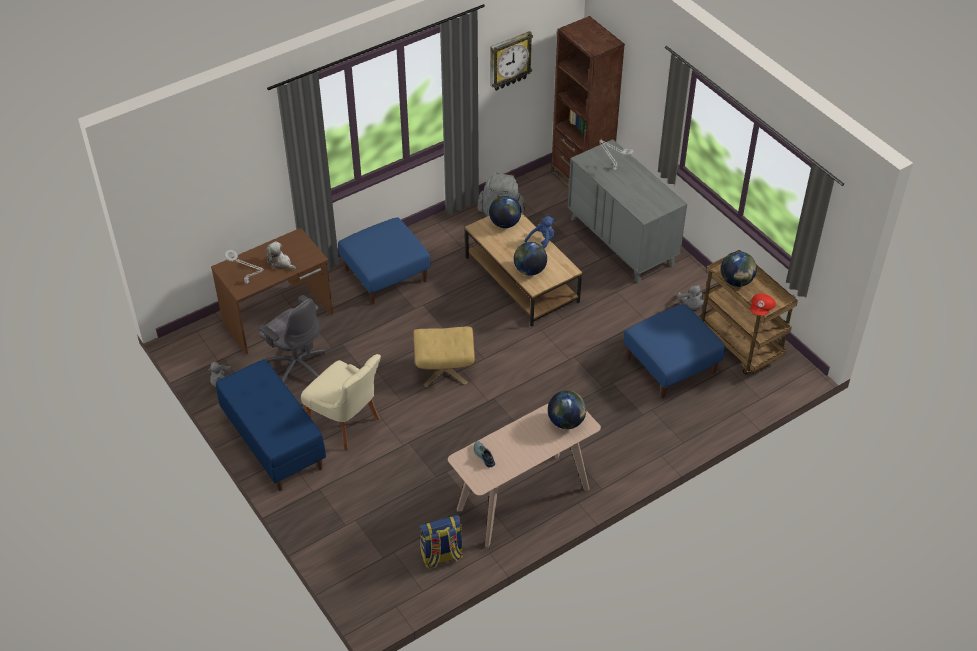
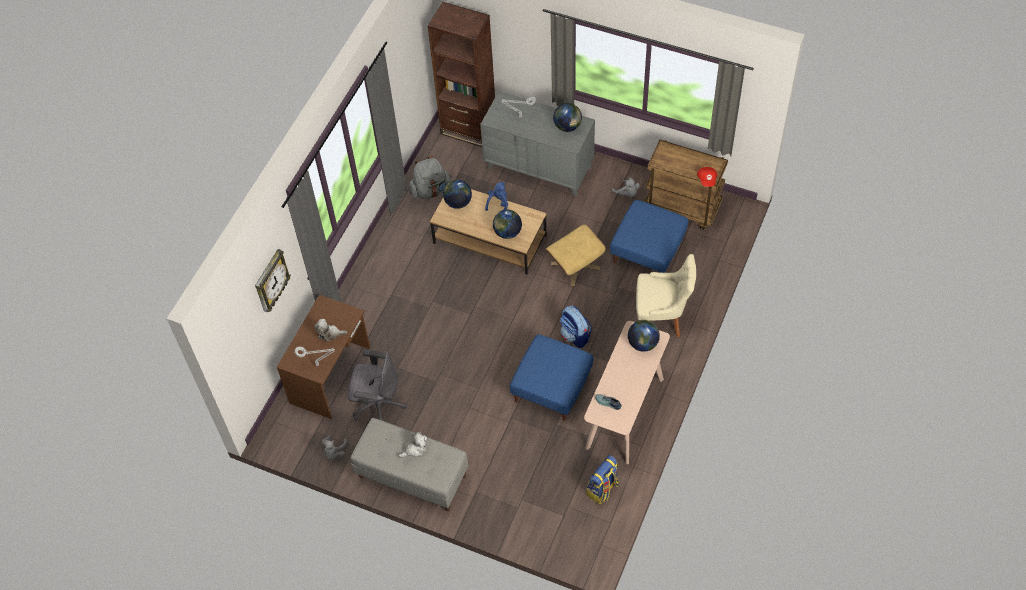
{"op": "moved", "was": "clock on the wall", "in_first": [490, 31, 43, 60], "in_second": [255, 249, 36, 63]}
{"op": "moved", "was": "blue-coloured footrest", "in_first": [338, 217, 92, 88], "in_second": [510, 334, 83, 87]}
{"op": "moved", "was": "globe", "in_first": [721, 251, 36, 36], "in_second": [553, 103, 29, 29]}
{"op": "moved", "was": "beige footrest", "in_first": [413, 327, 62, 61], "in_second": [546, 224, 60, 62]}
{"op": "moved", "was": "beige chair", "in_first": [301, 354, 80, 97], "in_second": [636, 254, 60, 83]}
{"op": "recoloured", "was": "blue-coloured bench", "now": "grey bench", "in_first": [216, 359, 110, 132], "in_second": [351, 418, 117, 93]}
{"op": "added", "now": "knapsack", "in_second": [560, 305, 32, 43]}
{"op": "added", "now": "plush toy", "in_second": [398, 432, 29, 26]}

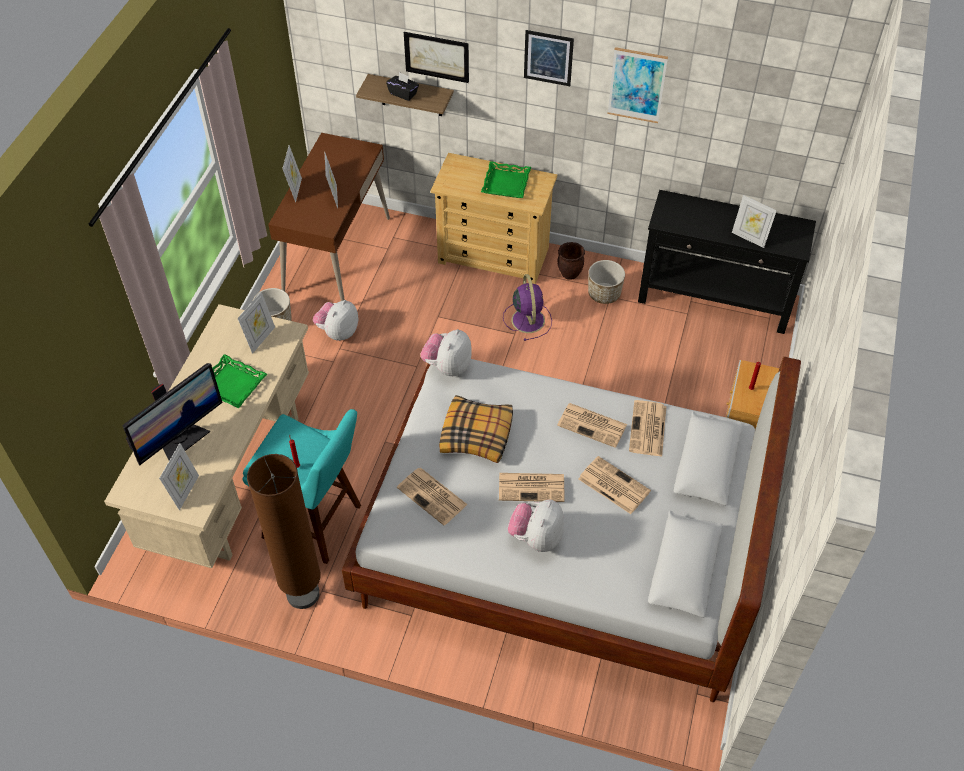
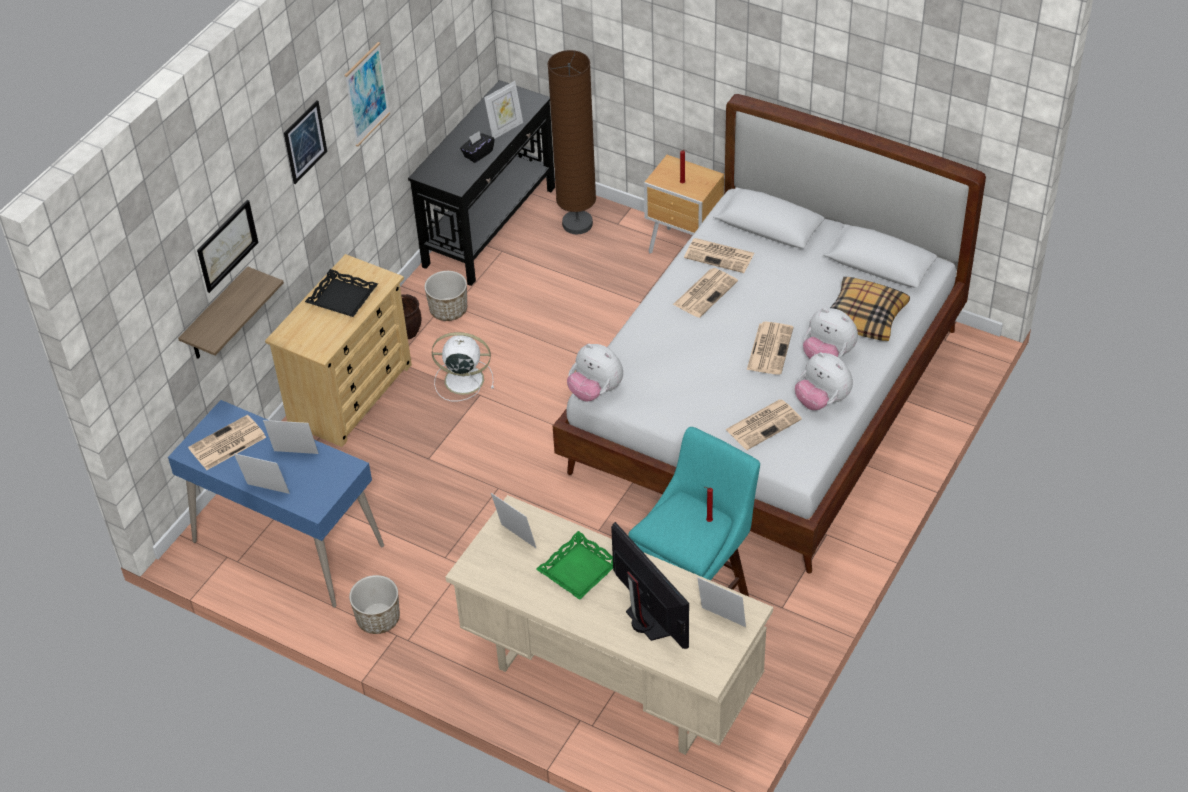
{"op": "moved", "was": "black box of tissues", "in_first": [386, 72, 33, 29], "in_second": [460, 131, 35, 32]}
{"op": "recoloured", "was": "brown-coloured desk", "now": "blue-coloured desk", "in_first": [268, 133, 122, 168], "in_second": [168, 400, 216, 208]}
{"op": "recoloured", "was": "greenish tray", "now": "black tray", "in_first": [481, 161, 50, 37], "in_second": [305, 269, 73, 48]}
{"op": "recoloured", "was": "purple cooling fan", "now": "white cooling fan", "in_first": [503, 274, 49, 67], "in_second": [432, 332, 62, 69]}
{"op": "moved", "was": "plush toy", "in_first": [313, 300, 46, 41], "in_second": [795, 352, 58, 58]}
{"op": "moved", "was": "pillow", "in_first": [439, 395, 74, 68], "in_second": [830, 277, 80, 64]}
{"op": "moved", "was": "brown-coloured standing lamp", "in_first": [247, 454, 74, 155], "in_second": [548, 50, 48, 184]}
{"op": "moved", "was": "daily paper", "in_first": [578, 456, 73, 58], "in_second": [188, 415, 78, 55]}

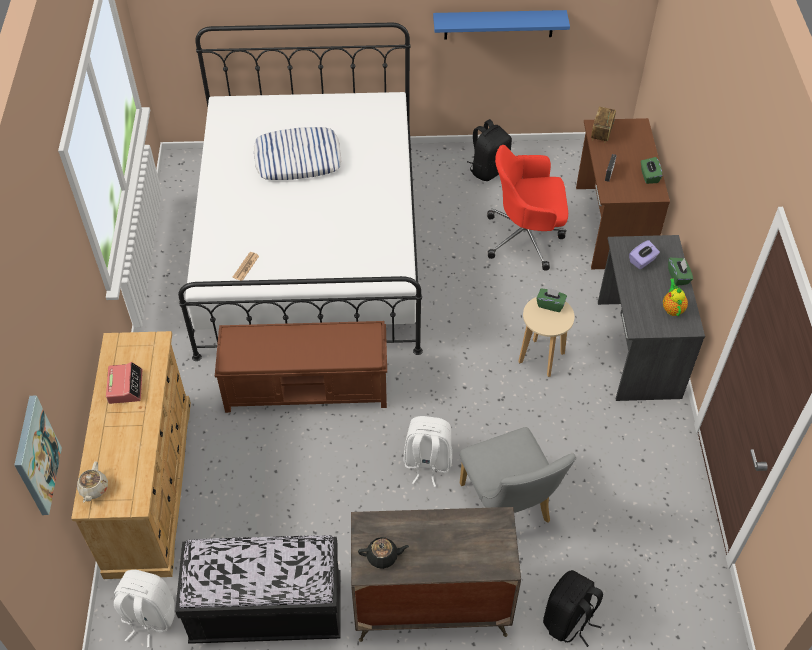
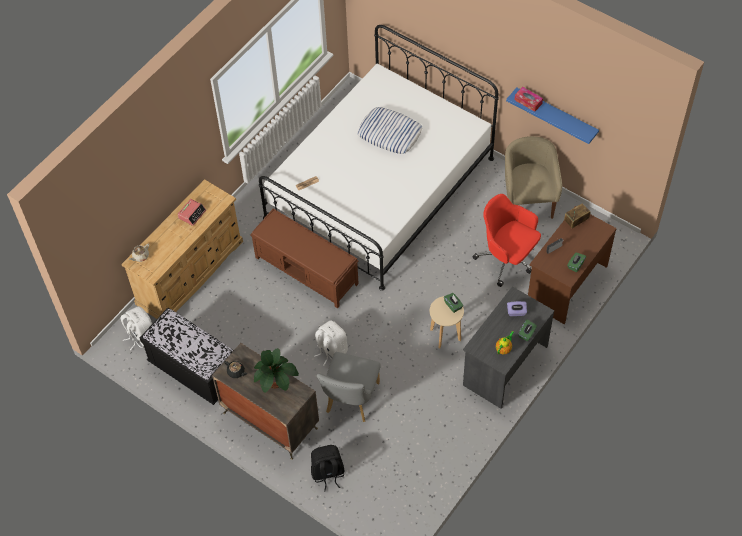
{"op": "replaced", "was": "black knapsack", "now": "beige easy chair", "in_first": [467, 119, 45, 62], "in_second": [505, 136, 57, 83]}
{"op": "removed", "was": "wall picture", "in_first": [14, 396, 48, 119]}
{"op": "added", "now": "box of tissues", "in_second": [515, 87, 28, 25]}
{"op": "added", "now": "houseplant", "in_second": [254, 348, 45, 45]}

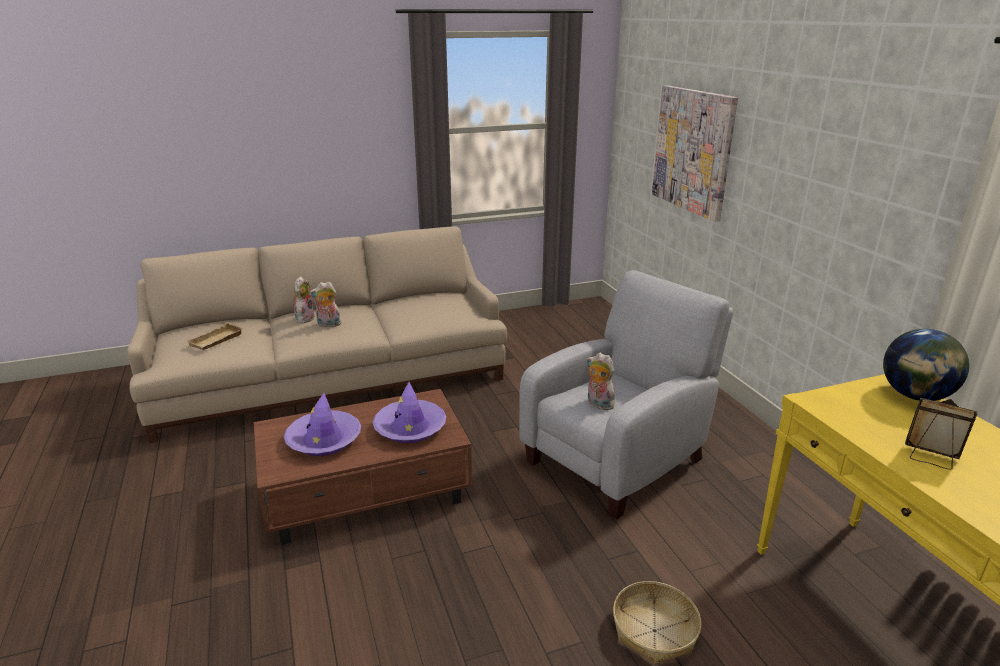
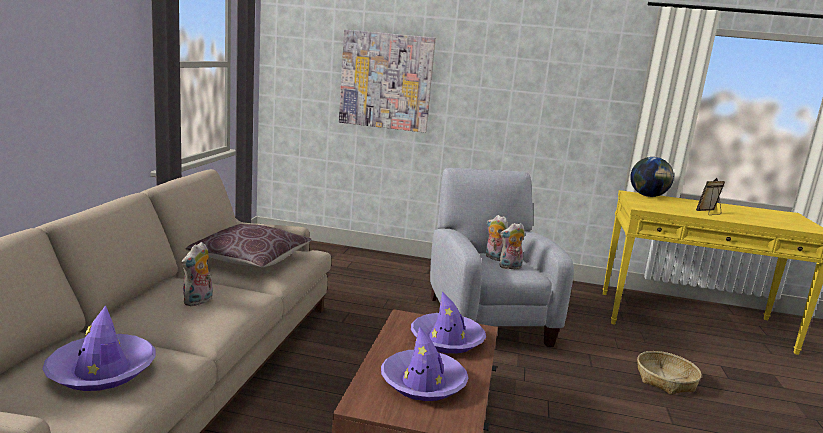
{"op": "moved", "was": "plush toy", "in_first": [292, 276, 23, 47], "in_second": [486, 215, 22, 46]}
{"op": "replaced", "was": "beige tray", "now": "purple clothing hat", "in_first": [186, 322, 58, 28], "in_second": [42, 305, 114, 86]}
{"op": "added", "now": "brown-coloured pillow", "in_second": [186, 224, 126, 43]}

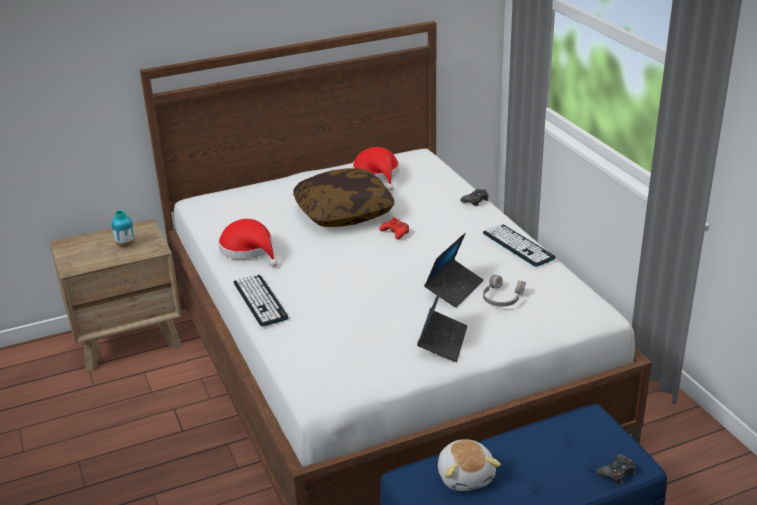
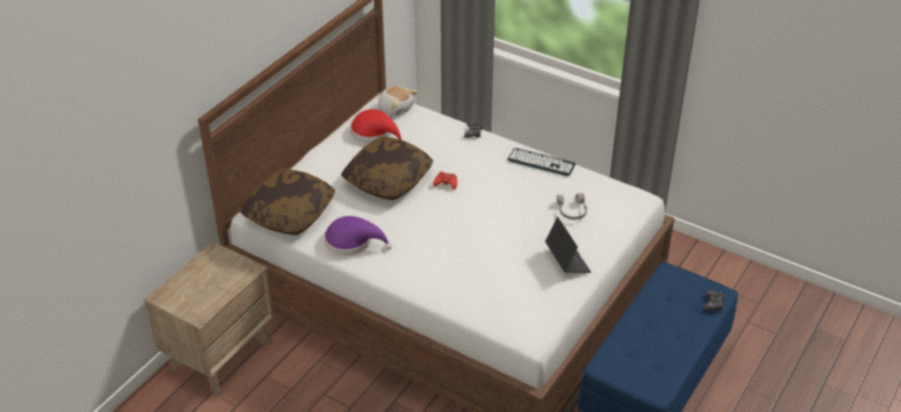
{"op": "removed", "was": "flower vase", "in_first": [112, 210, 23, 37]}
{"op": "recoloured", "was": "reddish clothing hat", "now": "purple clothing hat", "in_first": [218, 219, 60, 48], "in_second": [324, 216, 68, 39]}
{"op": "removed", "was": "portable computer", "in_first": [424, 233, 60, 75]}
{"op": "removed", "was": "computer keyboard", "in_first": [234, 274, 55, 52]}
{"op": "moved", "was": "plush toy", "in_first": [438, 439, 63, 52], "in_second": [378, 86, 40, 29]}
{"op": "added", "now": "pillow", "in_second": [240, 169, 95, 66]}

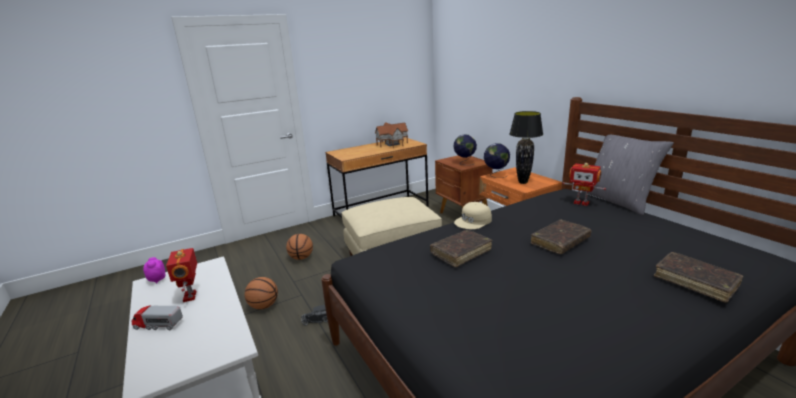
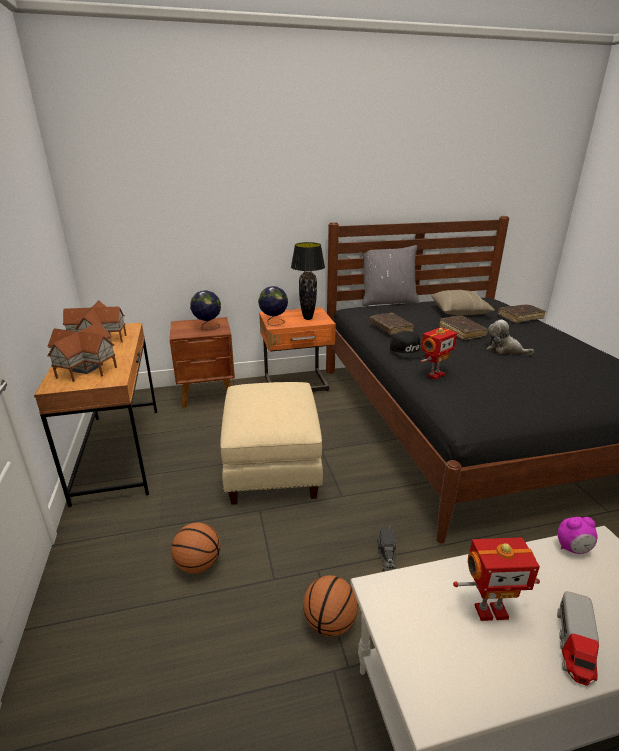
{"op": "moved", "was": "robot figure", "in_first": [563, 163, 43, 43], "in_second": [421, 327, 36, 52]}
{"op": "recoloured", "was": "beige baseball cap", "now": "black baseball cap", "in_first": [454, 202, 38, 27], "in_second": [390, 331, 36, 27]}
{"op": "moved", "was": "brown-coloured book", "in_first": [430, 230, 62, 37], "in_second": [370, 313, 44, 22]}
{"op": "moved", "was": "table clock", "in_first": [143, 257, 22, 26], "in_second": [558, 517, 40, 37]}
{"op": "added", "now": "beige pillow", "in_second": [431, 290, 64, 25]}
{"op": "added", "now": "plush toy", "in_second": [487, 320, 47, 35]}
{"op": "added", "now": "model house", "in_second": [47, 322, 70, 60]}

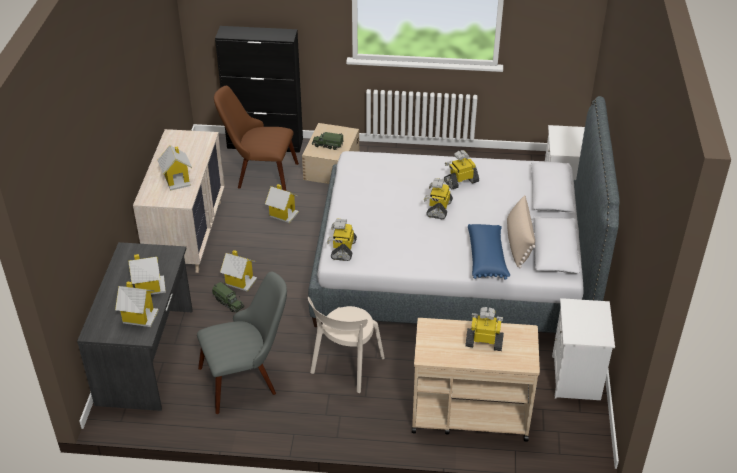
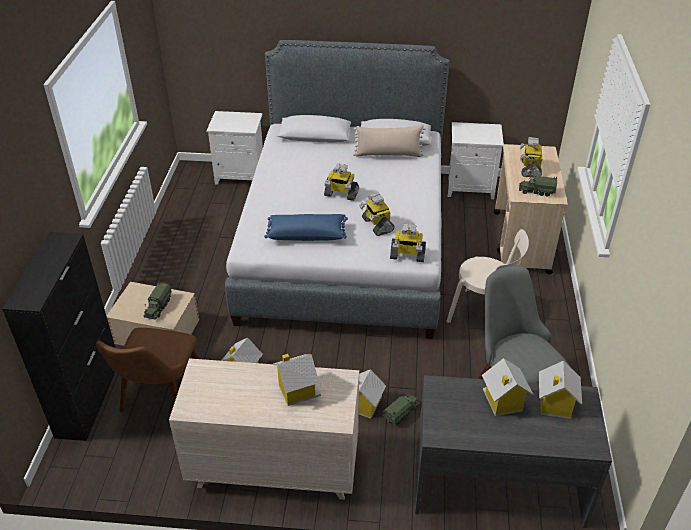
{"op": "moved", "was": "robot figure", "in_first": [444, 150, 35, 39], "in_second": [359, 193, 36, 43]}
{"op": "moved", "was": "blue-coloured pillow", "in_first": [468, 224, 42, 56], "in_second": [264, 214, 84, 27]}
{"op": "added", "now": "toy truck", "in_second": [519, 176, 38, 21]}

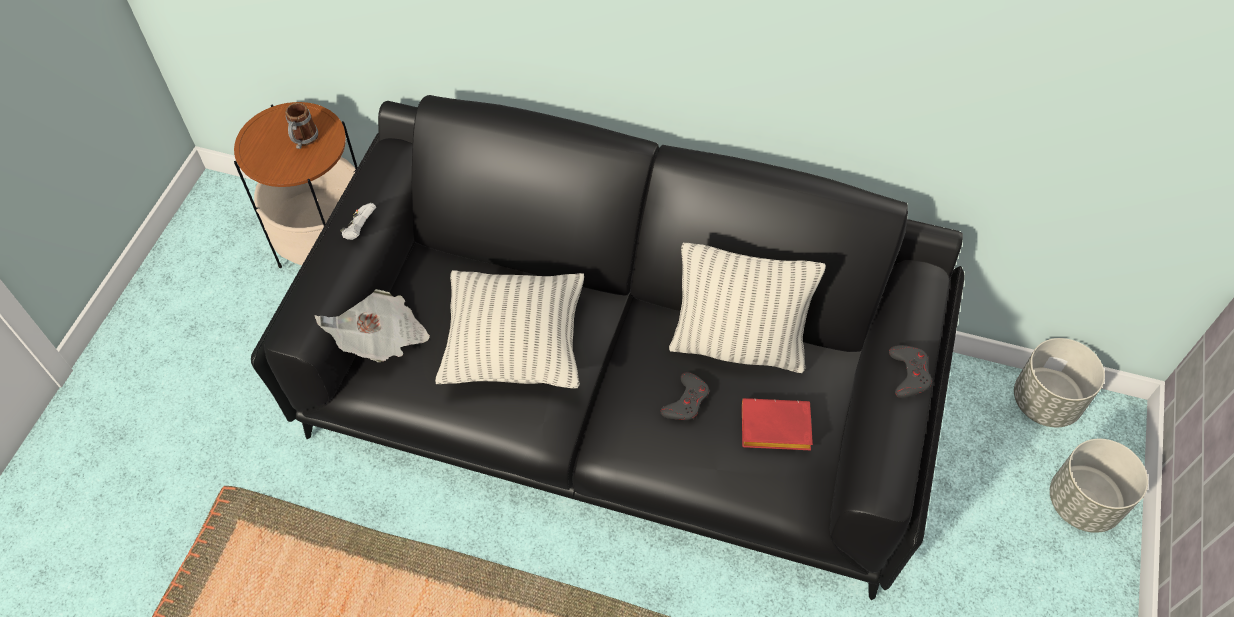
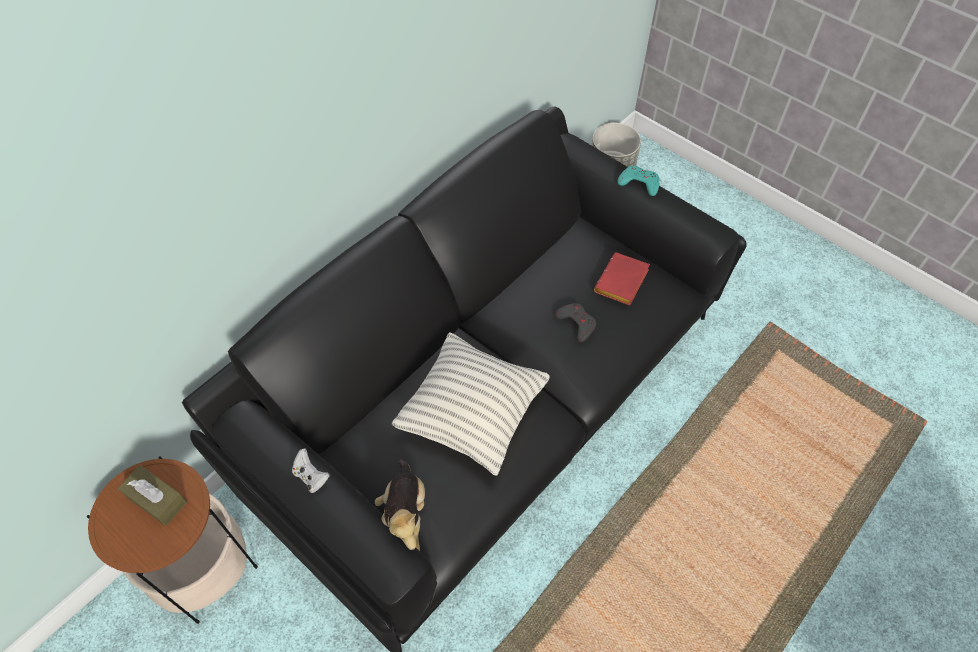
{"op": "replaced", "was": "coffee mug", "now": "brown-coloured box of tissues", "in_first": [285, 103, 33, 46], "in_second": [118, 465, 69, 61]}
{"op": "removed", "was": "pillow", "in_first": [669, 242, 157, 131]}
{"op": "replaced", "was": "daily paper", "now": "plush toy", "in_first": [314, 289, 116, 73], "in_second": [374, 460, 51, 91]}
{"op": "recoloured", "was": "grey gamepad", "now": "blue-green gamepad", "in_first": [889, 345, 43, 53], "in_second": [617, 166, 42, 30]}
{"op": "removed", "was": "grey planter", "in_first": [1050, 439, 98, 94]}

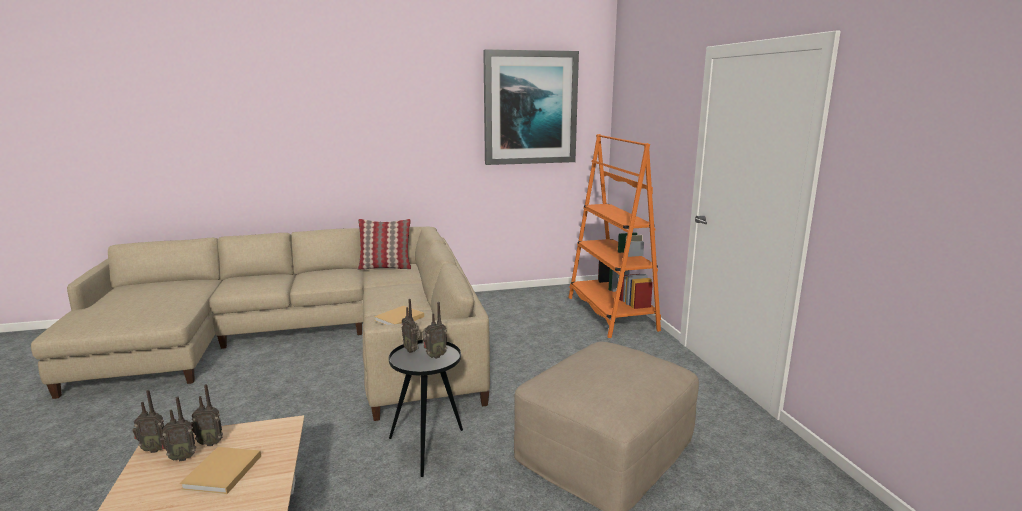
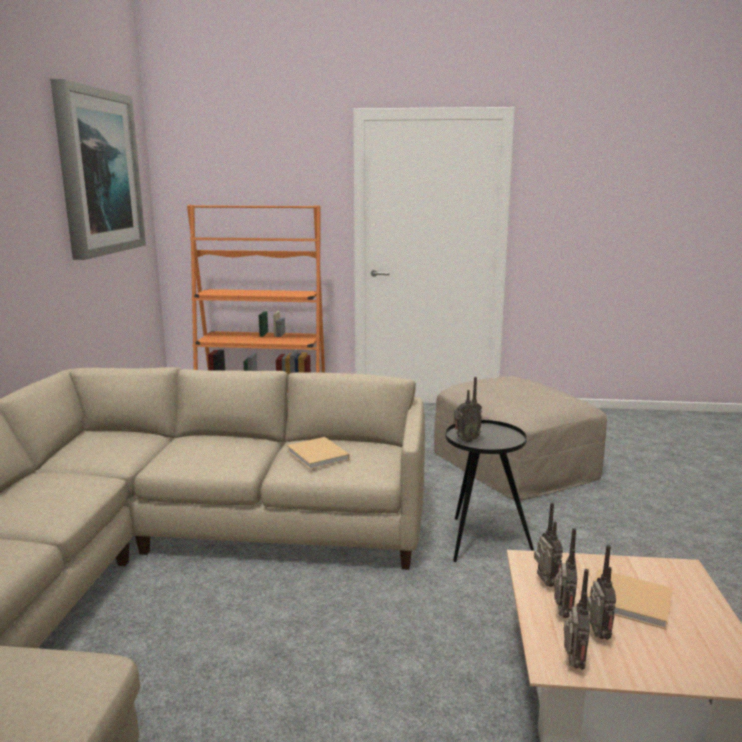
{"op": "removed", "was": "pillow", "in_first": [358, 219, 53, 51]}
{"op": "moved", "was": "radio", "in_first": [422, 302, 25, 57], "in_second": [534, 502, 29, 85]}

